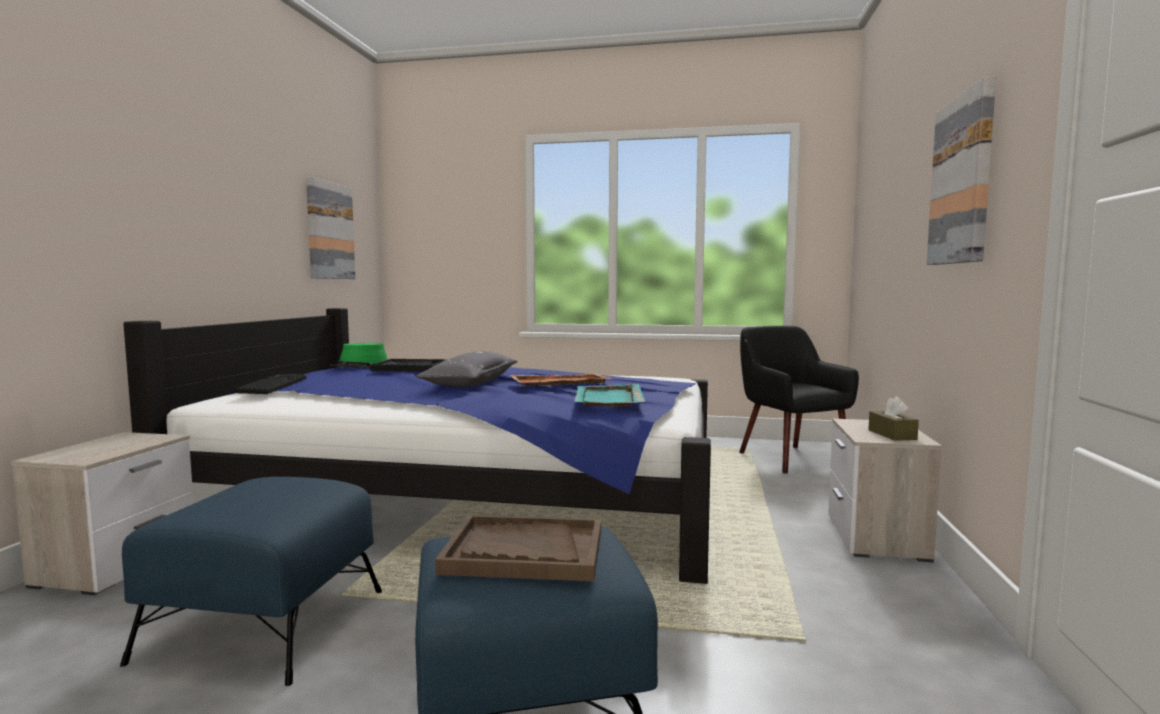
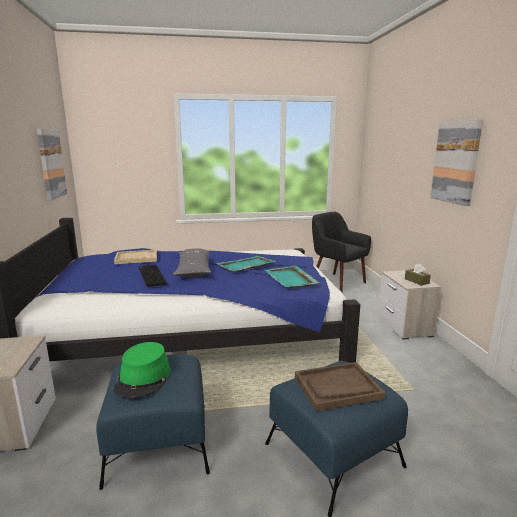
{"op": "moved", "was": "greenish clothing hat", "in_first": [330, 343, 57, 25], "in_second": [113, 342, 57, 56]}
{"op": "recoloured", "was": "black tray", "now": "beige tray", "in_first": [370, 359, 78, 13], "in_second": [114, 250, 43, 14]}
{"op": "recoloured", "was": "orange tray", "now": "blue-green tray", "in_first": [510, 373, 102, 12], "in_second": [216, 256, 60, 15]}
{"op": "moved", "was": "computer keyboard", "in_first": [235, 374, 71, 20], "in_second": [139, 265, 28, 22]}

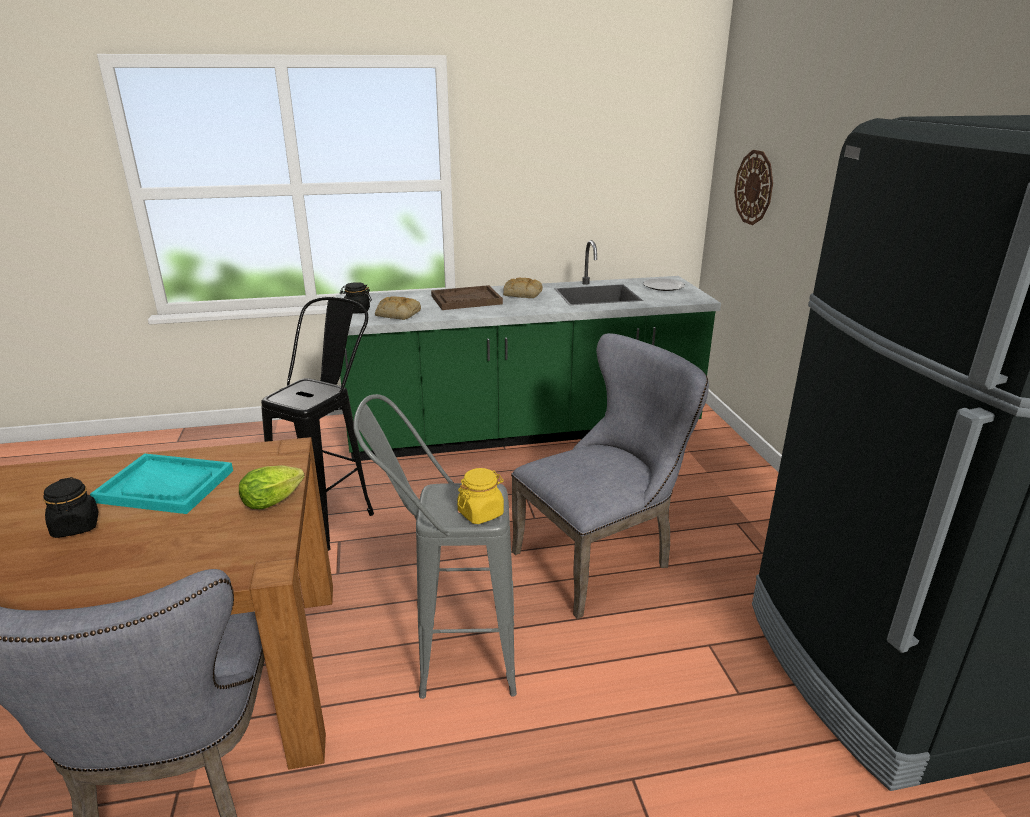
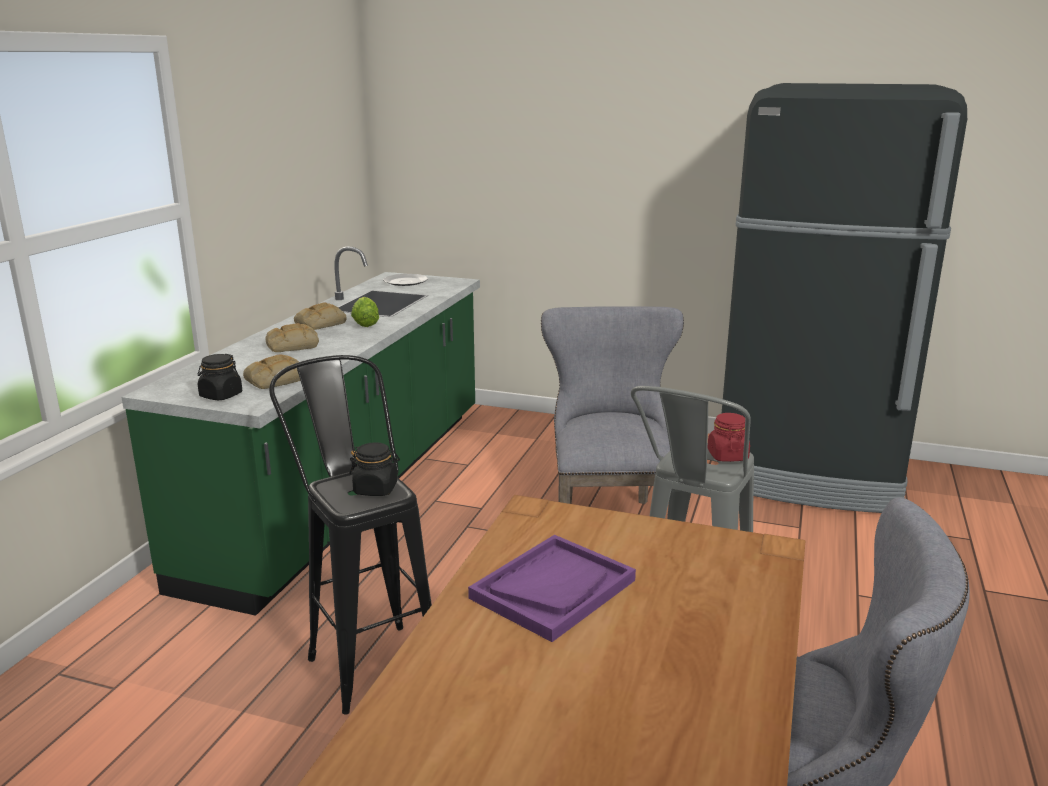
{"op": "removed", "was": "clock on the wall", "in_first": [734, 150, 39, 75]}
{"op": "replaced", "was": "brown-coloured tray", "now": "bakery bread", "in_first": [431, 285, 72, 25], "in_second": [266, 323, 53, 29]}
{"op": "recoloured", "was": "blue-green tray", "now": "purple tray", "in_first": [90, 454, 143, 60], "in_second": [468, 535, 168, 107]}
{"op": "moved", "was": "head of lettuce", "in_first": [239, 465, 66, 44], "in_second": [351, 297, 28, 30]}
{"op": "recoloured", "was": "yellowish jar", "now": "reddish jar", "in_first": [457, 468, 47, 56], "in_second": [707, 413, 43, 49]}
{"op": "moved", "was": "black jar", "in_first": [43, 477, 56, 61], "in_second": [349, 442, 51, 54]}

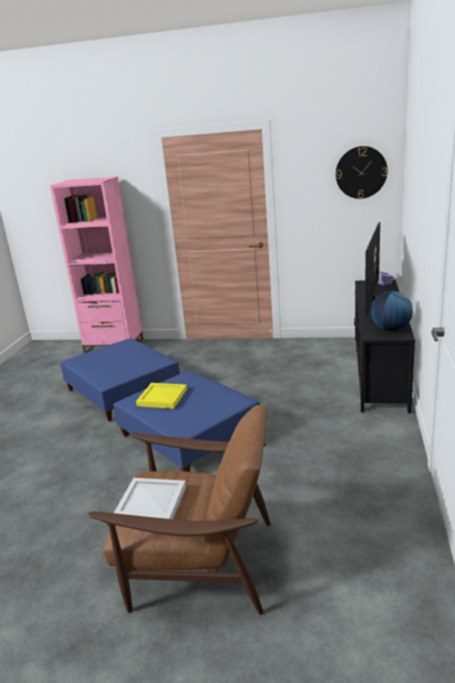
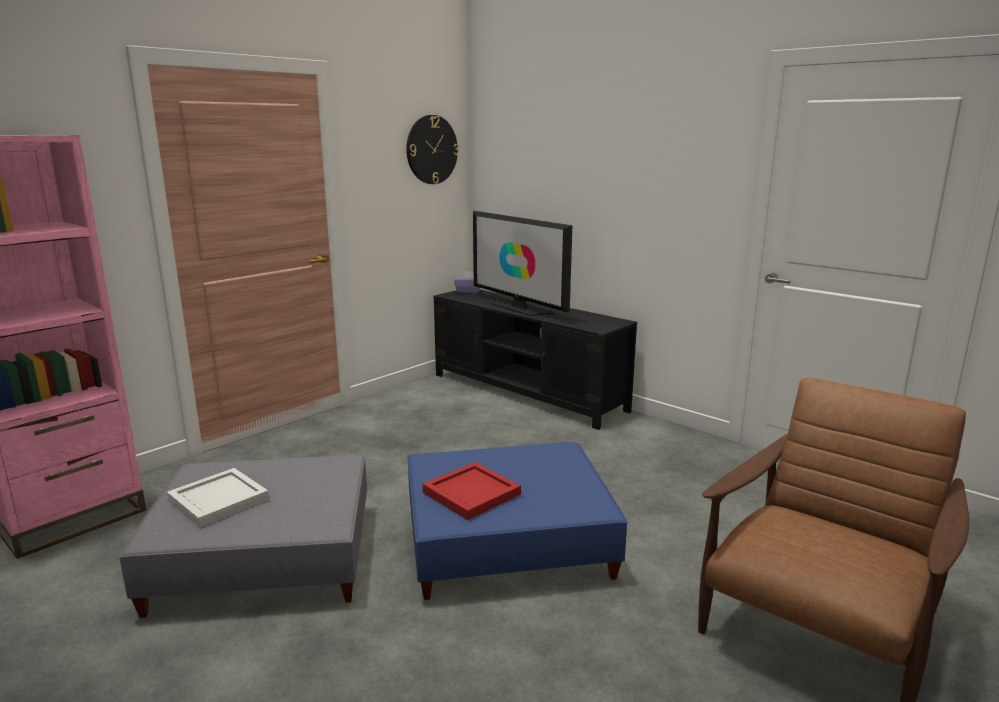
{"op": "removed", "was": "globe", "in_first": [371, 291, 42, 40]}
{"op": "recoloured", "was": "blue-coloured footrest", "now": "grey footrest", "in_first": [60, 338, 120, 83], "in_second": [119, 455, 248, 163]}
{"op": "recoloured", "was": "yellowish tray", "now": "reddish tray", "in_first": [136, 383, 51, 26], "in_second": [423, 462, 98, 58]}
{"op": "moved", "was": "white tray", "in_first": [114, 478, 72, 41], "in_second": [167, 468, 102, 59]}

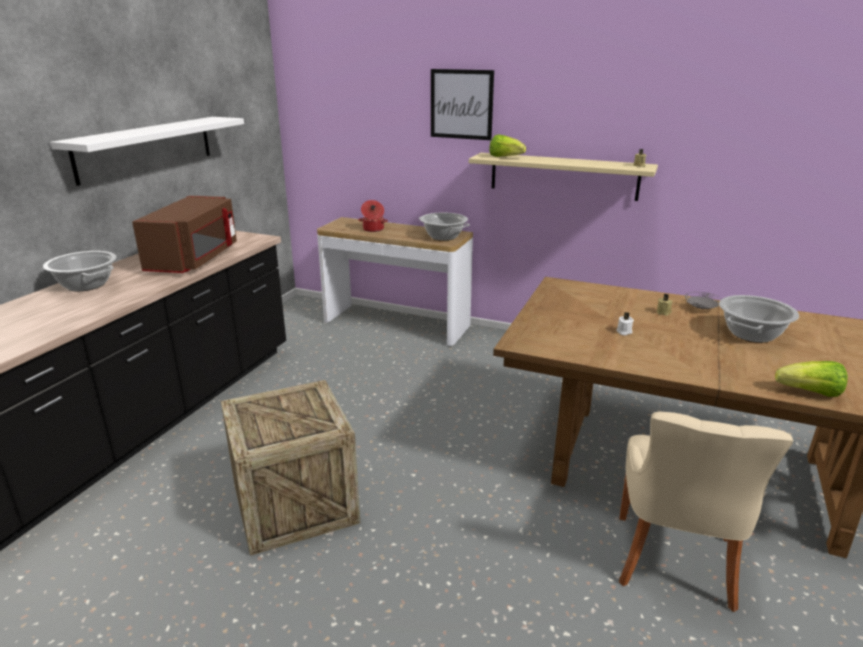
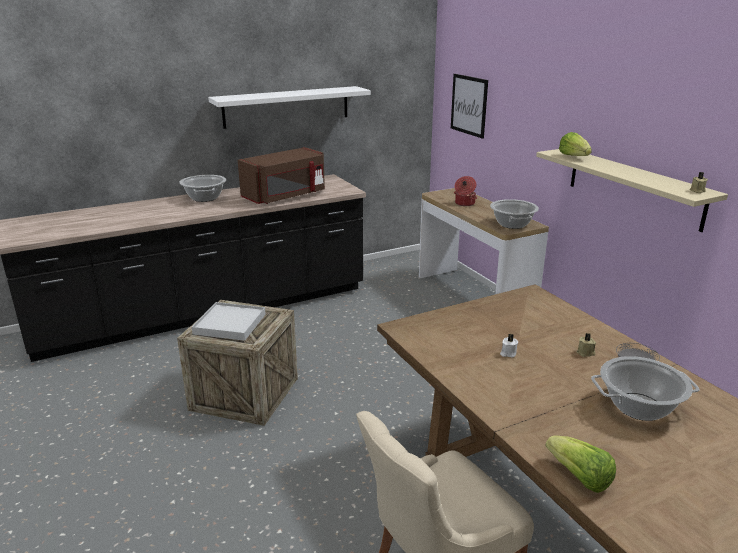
{"op": "moved", "was": "wall picture", "in_first": [431, 69, 63, 71], "in_second": [451, 74, 37, 65]}
{"op": "added", "now": "white tray", "in_second": [192, 302, 74, 39]}

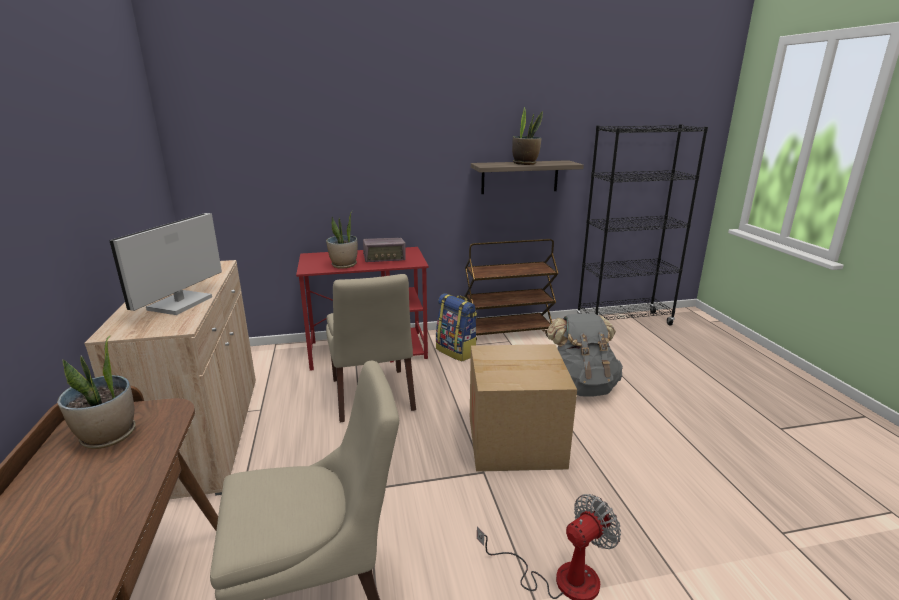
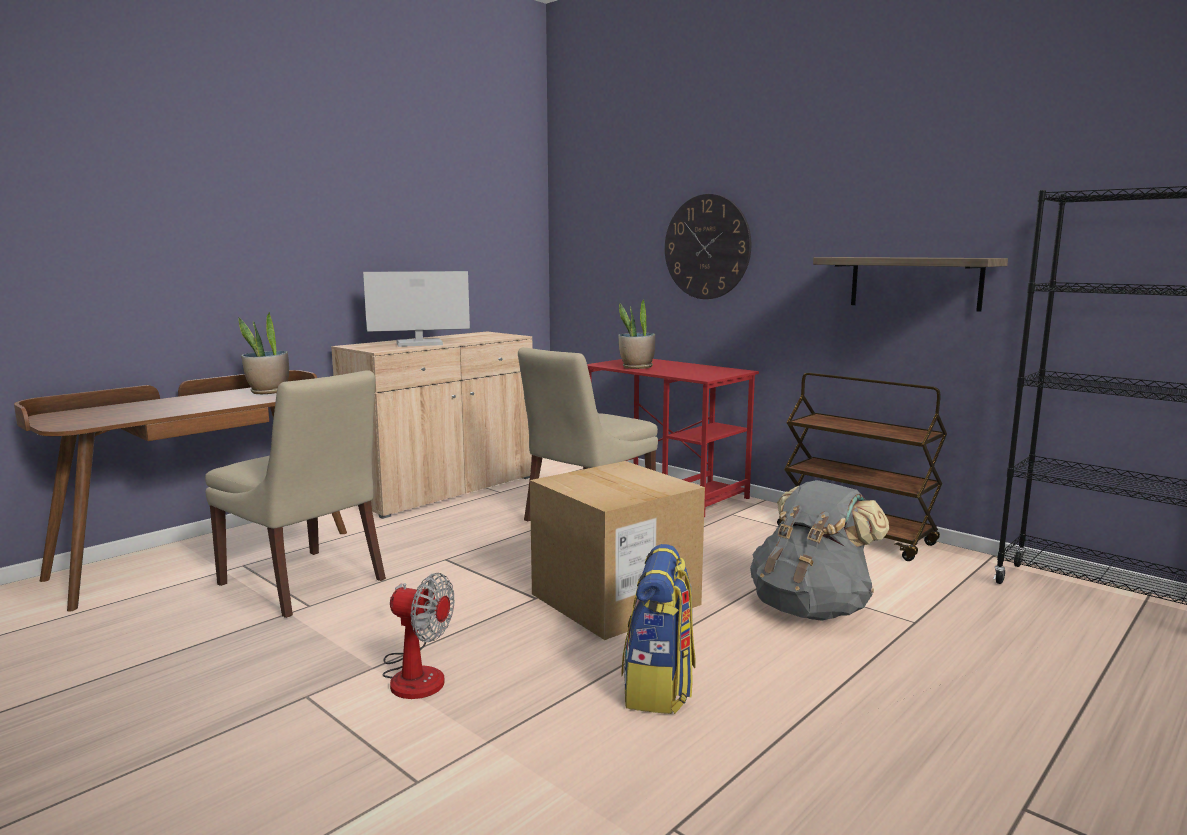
{"op": "removed", "was": "houseplant", "in_first": [512, 107, 31, 58]}
{"op": "removed", "was": "radio", "in_first": [363, 238, 43, 24]}
{"op": "moved", "was": "knapsack", "in_first": [436, 293, 41, 68], "in_second": [622, 544, 74, 170]}
{"op": "added", "now": "clock on the wall", "in_second": [665, 194, 86, 105]}

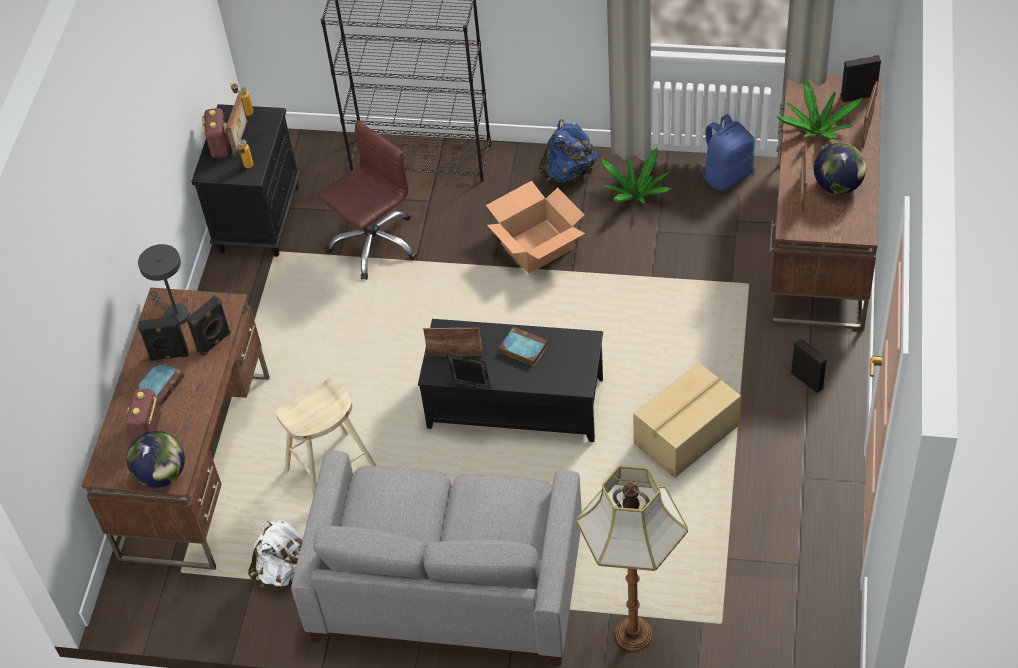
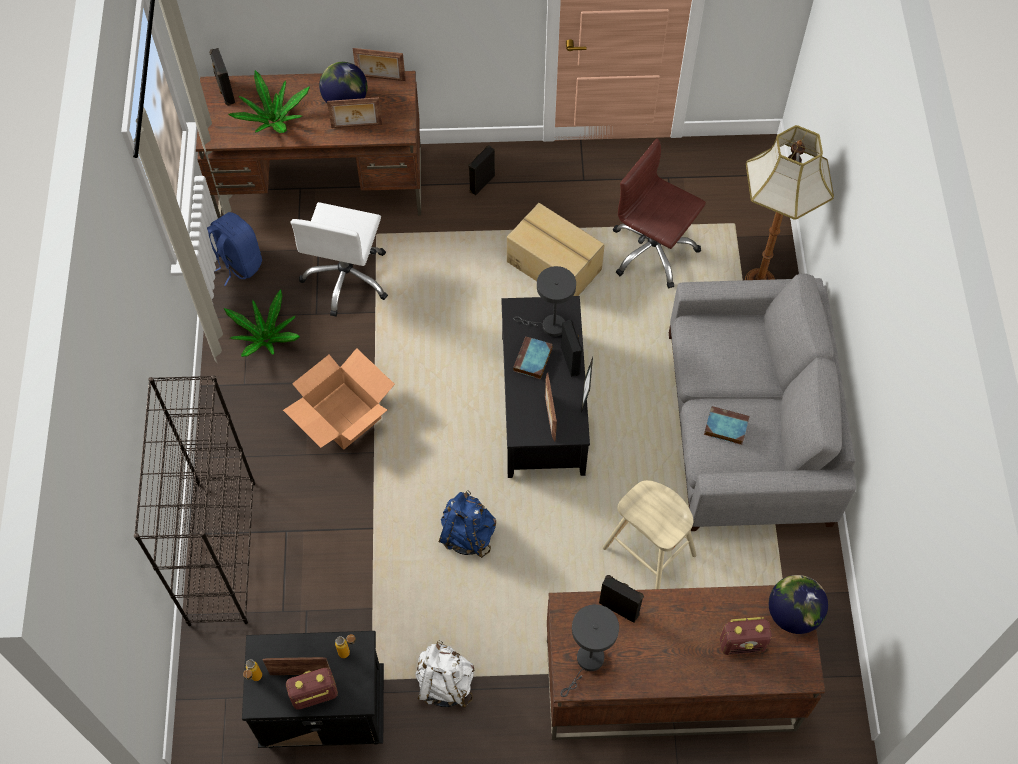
{"op": "moved", "was": "picture frame", "in_first": [862, 81, 16, 67], "in_second": [353, 48, 53, 33]}
{"op": "moved", "was": "blue-coloured knapsack", "in_first": [538, 119, 60, 64], "in_second": [438, 490, 58, 68]}
{"op": "moved", "was": "brown-coloured desk chair", "in_first": [317, 120, 100, 160], "in_second": [613, 139, 93, 150]}
{"op": "moved", "was": "black audio speaker", "in_first": [138, 316, 50, 45], "in_second": [561, 320, 22, 57]}
{"op": "moved", "was": "book", "in_first": [134, 361, 50, 45], "in_second": [704, 406, 46, 39]}
{"op": "moved", "was": "white knapsack", "in_first": [248, 520, 56, 68], "in_second": [415, 640, 59, 68]}
{"op": "added", "now": "white desk chair", "in_second": [290, 202, 98, 115]}
{"op": "added", "now": "grey lamp for a table", "in_second": [513, 266, 63, 71]}

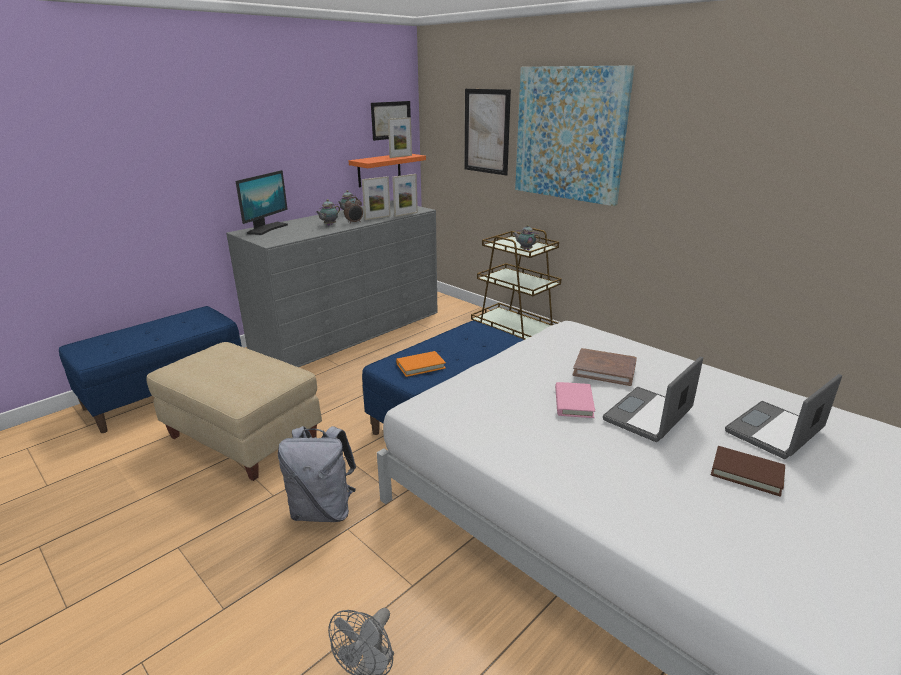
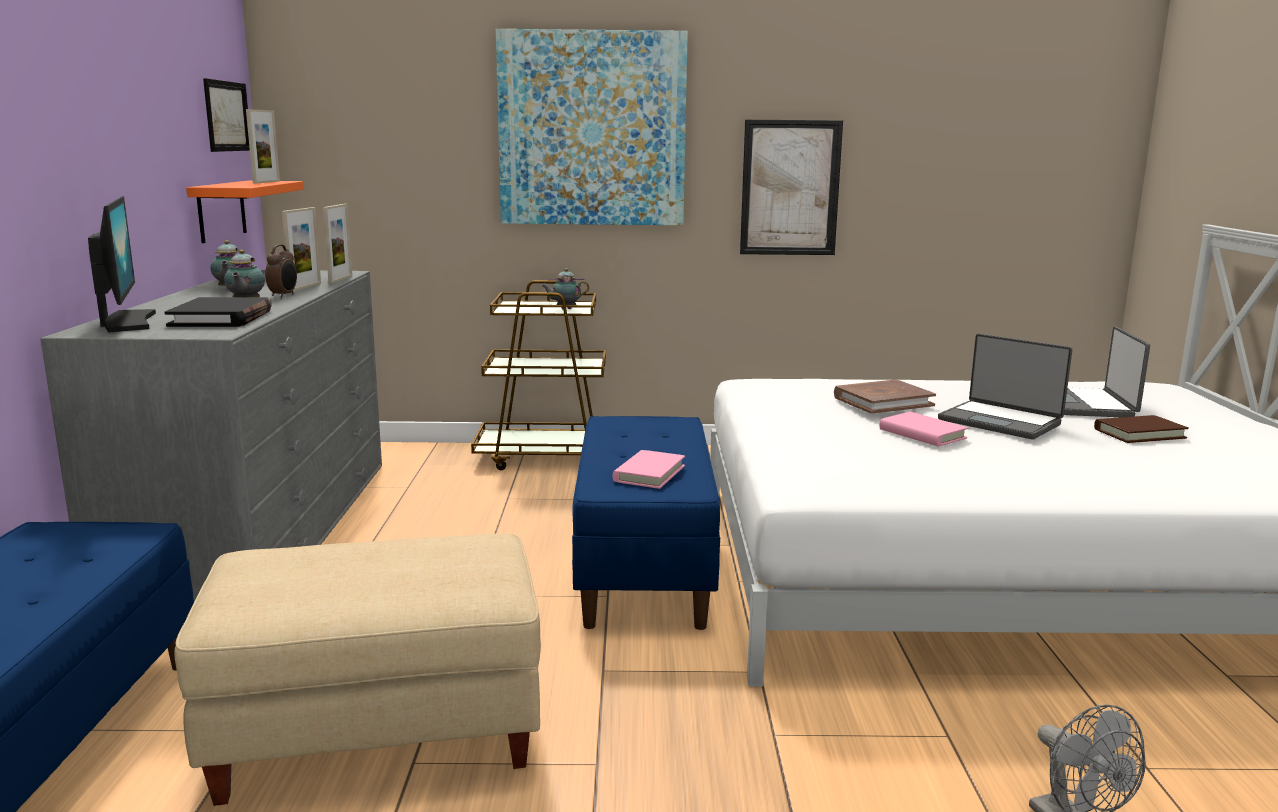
{"op": "moved", "was": "wall picture", "in_first": [465, 89, 46, 86], "in_second": [740, 119, 103, 136]}
{"op": "recoloured", "was": "orange book", "now": "pinkish book", "in_first": [396, 351, 50, 26], "in_second": [612, 450, 73, 39]}
{"op": "turned", "was": "portable computer", "in_first": [603, 357, 100, 85], "in_second": [938, 334, 134, 105], "clockwise": -45}
{"op": "removed", "was": "grey knapsack", "in_first": [278, 426, 78, 96]}
{"op": "added", "now": "black book", "in_second": [165, 297, 107, 30]}

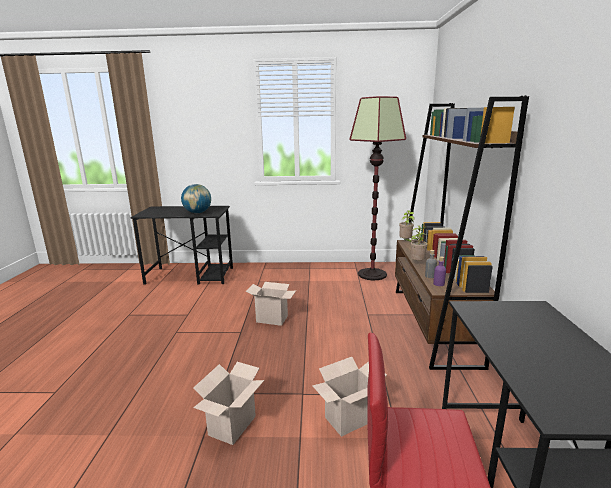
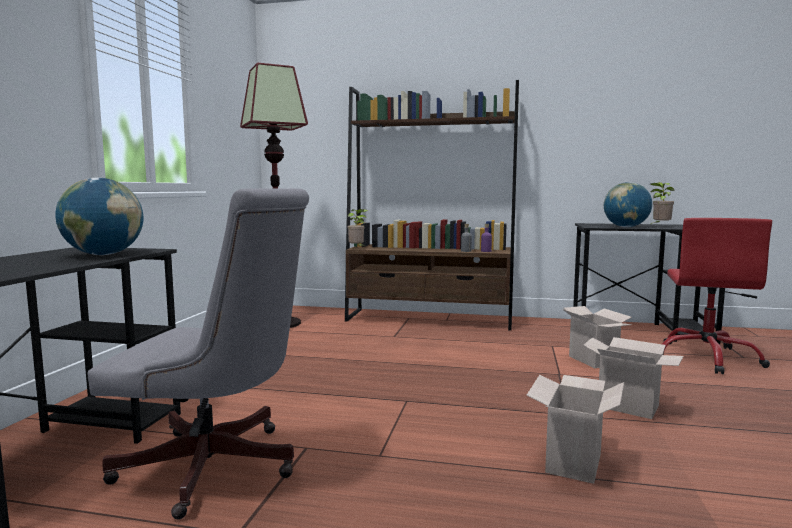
{"op": "moved", "was": "houseplant", "in_first": [410, 225, 18, 36], "in_second": [650, 182, 24, 42]}
{"op": "moved", "was": "cardboard box", "in_first": [246, 282, 50, 44], "in_second": [527, 375, 97, 109]}
{"op": "added", "now": "globe", "in_second": [604, 182, 48, 45]}
{"op": "added", "now": "grey desk chair", "in_second": [88, 188, 221, 331]}

